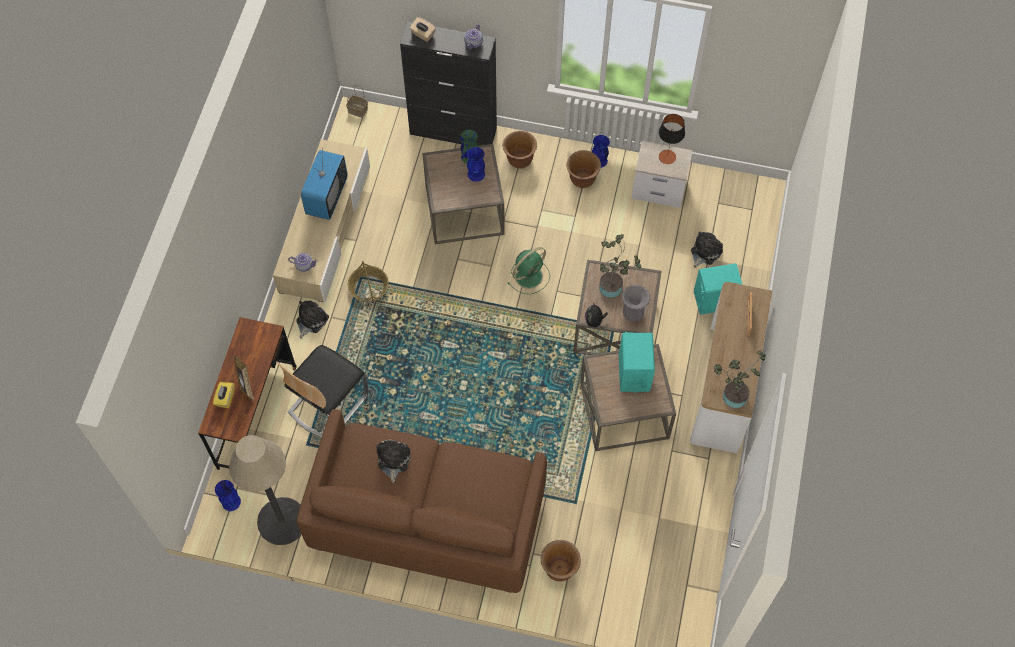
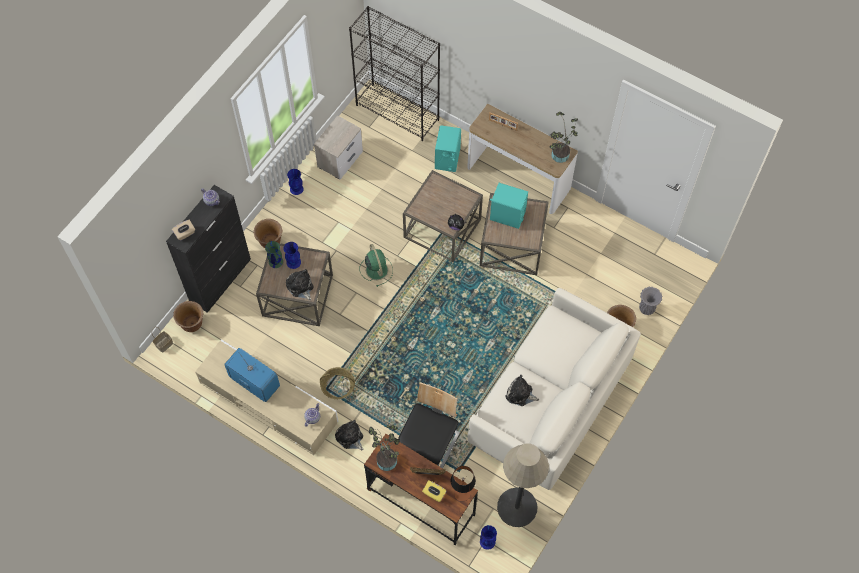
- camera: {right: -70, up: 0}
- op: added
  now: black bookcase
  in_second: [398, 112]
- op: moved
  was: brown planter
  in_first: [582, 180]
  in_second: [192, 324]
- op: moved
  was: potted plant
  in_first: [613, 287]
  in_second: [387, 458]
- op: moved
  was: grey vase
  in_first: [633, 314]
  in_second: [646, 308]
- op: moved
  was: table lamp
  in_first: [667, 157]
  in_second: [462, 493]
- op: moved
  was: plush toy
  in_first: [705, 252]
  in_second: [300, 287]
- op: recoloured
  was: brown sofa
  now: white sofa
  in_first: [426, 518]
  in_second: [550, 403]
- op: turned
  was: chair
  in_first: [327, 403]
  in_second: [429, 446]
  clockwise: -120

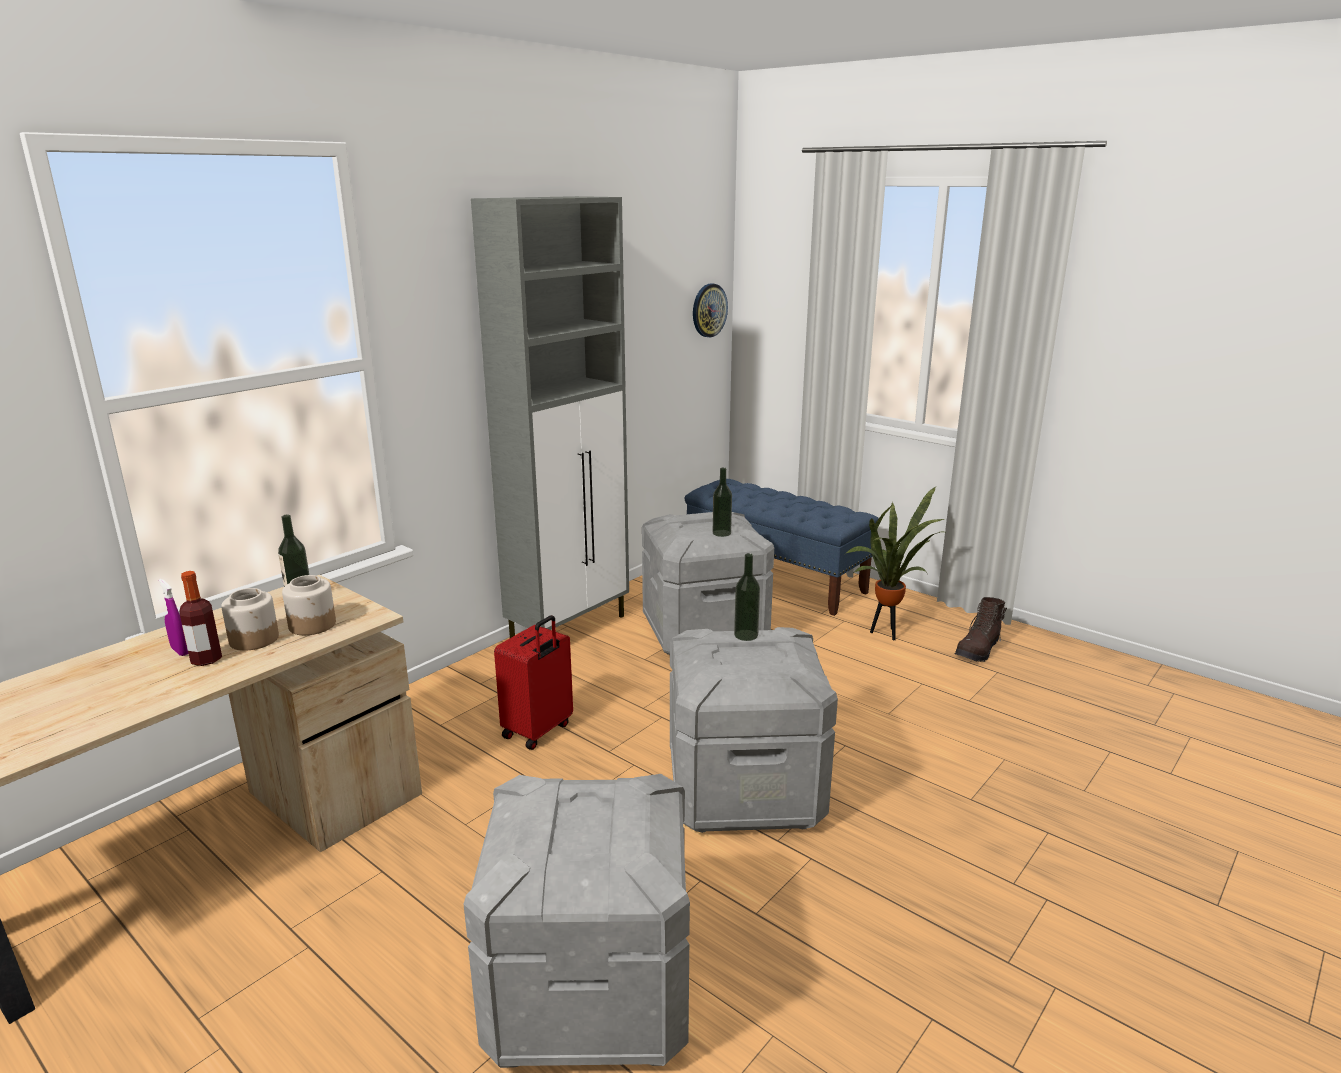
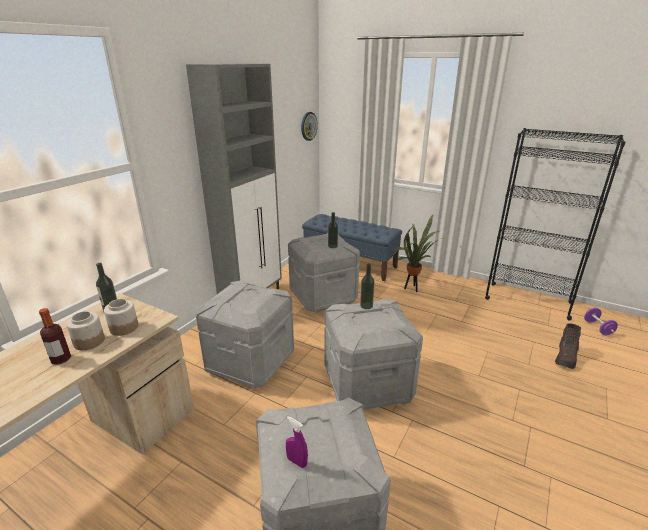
- camera: {right: -10, up: 5}
- op: added
  now: black bookcase
  in_second: [527, 300]
- op: added
  now: purple dumbbell
  in_second: [598, 328]
- op: moved
  was: purple spray bottle
  in_first: [180, 651]
  in_second: [297, 462]
- op: moved
  was: brown boot
  in_first: [978, 650]
  in_second: [565, 358]
- op: replaced
  was: red suitcase
  now: grey storage box
  in_first: [538, 731]
  in_second: [250, 362]

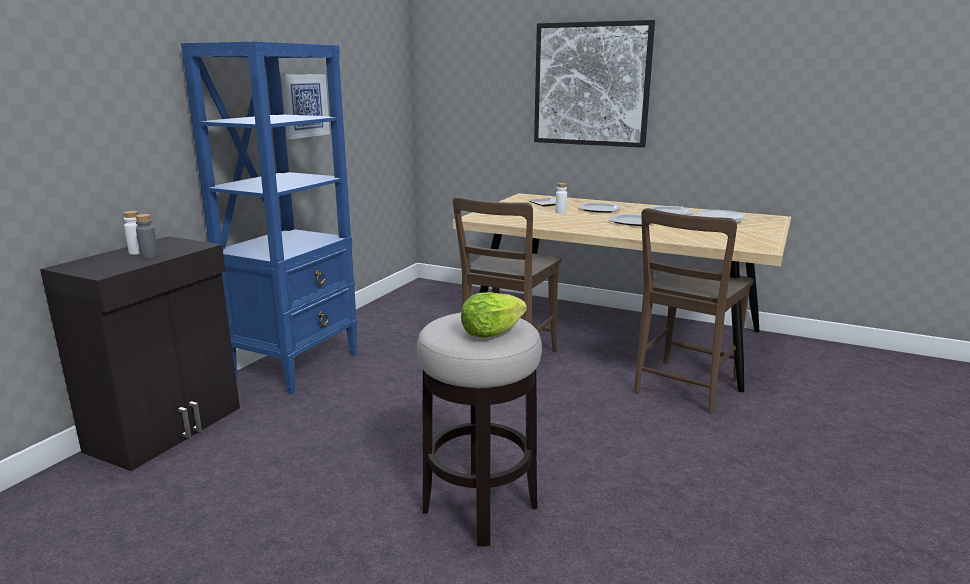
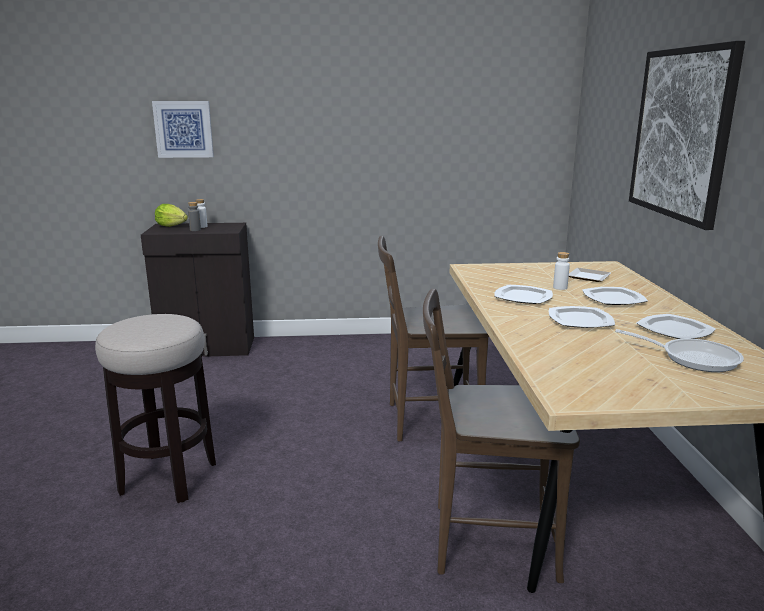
- camera: {right: 60, up: 0}
- op: removed
  was: blue bookcase
  in_first: [297, 365]
- op: added
  now: plate
  in_second: [522, 296]
- op: moved
  was: picture
  in_first: [304, 105]
  in_second: [183, 129]
- op: moved
  was: lettuce
  in_first: [491, 333]
  in_second: [171, 226]

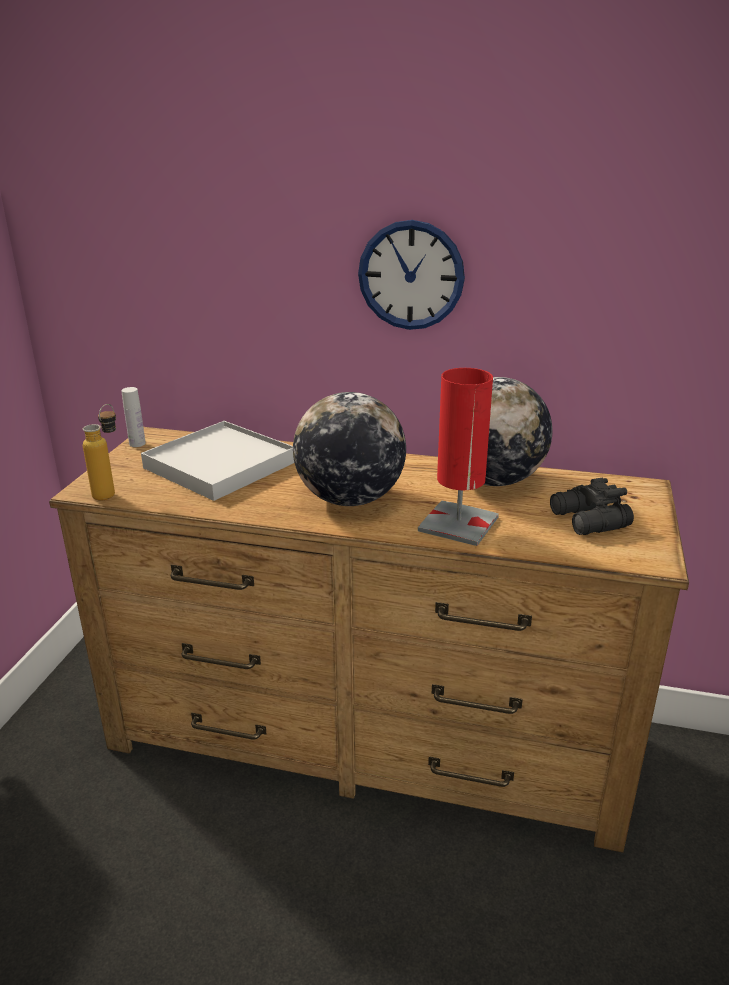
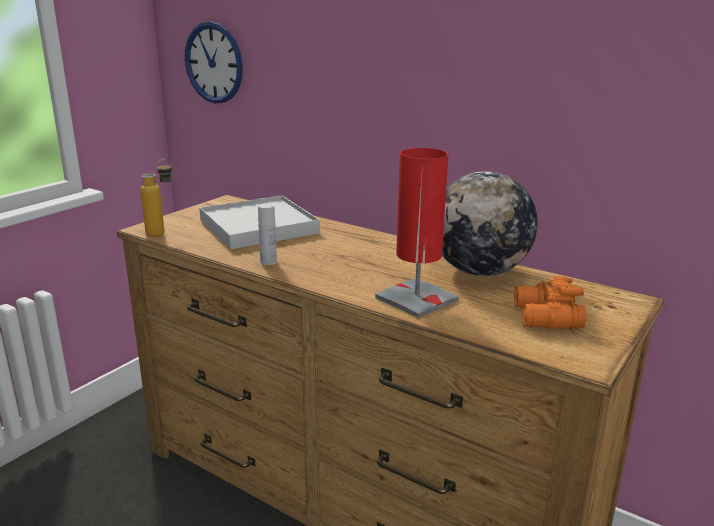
- camera: {right: 20, up: -5}
- op: removed
  was: globe
  in_first: [350, 499]
- op: moved
  was: white bottle
  in_first: [137, 443]
  in_second: [268, 262]
- op: moved
  was: wall clock
  in_first: [411, 275]
  in_second: [214, 63]
- op: recoloured
  was: black binoculars
  now: orange binoculars
  in_first: [588, 521]
  in_second: [545, 317]

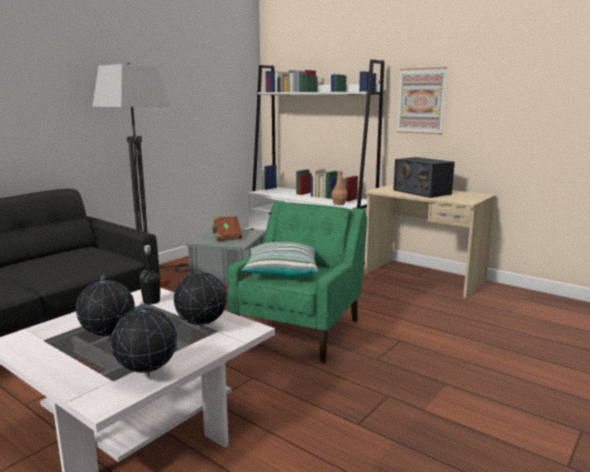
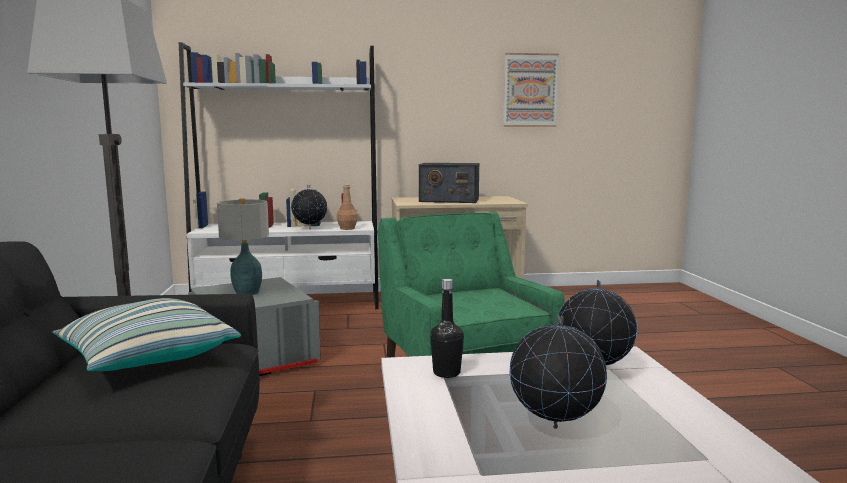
- camera: {right: -45, up: -5}
- op: moved
  was: globe
  in_first: [147, 376]
  in_second: [310, 229]
- op: moved
  was: pillow
  in_first: [281, 272]
  in_second: [147, 359]
- op: moved
  was: picture
  in_first: [421, 101]
  in_second: [530, 90]
- op: replaced
  was: brown book
  now: table lamp
  in_first: [226, 236]
  in_second: [247, 293]

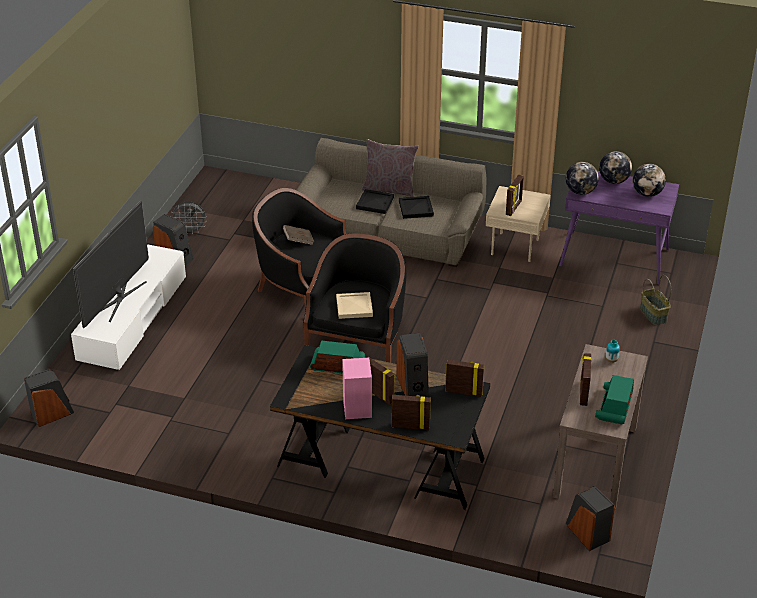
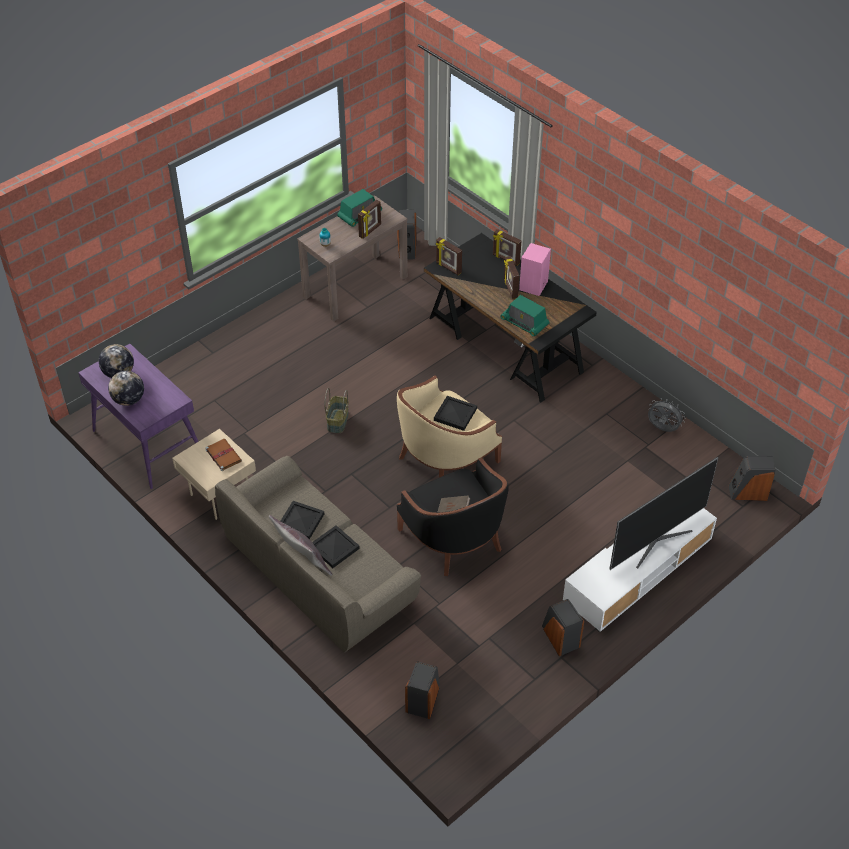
- camera: {right: -150, up: 10}
- op: removed
  was: globe
  in_first: [580, 192]
- op: moved
  was: grey fan
  in_first: [190, 231]
  in_second: [662, 429]
- op: moved
  was: speaker
  in_first: [413, 386]
  in_second: [423, 699]
- op: moved
  was: basket
  in_first: [654, 314]
  in_second: [337, 421]
- op: replaced
  was: picture frame
  now: brown book
  in_first: [514, 208]
  in_second: [223, 455]
- op: recoloured
  was: black armchair
  now: beige armchair
  in_first: [358, 339]
  in_second: [444, 456]
- op: recoloured
  was: beige tray
  now: black tray
  in_first: [353, 307]
  in_second: [456, 414]

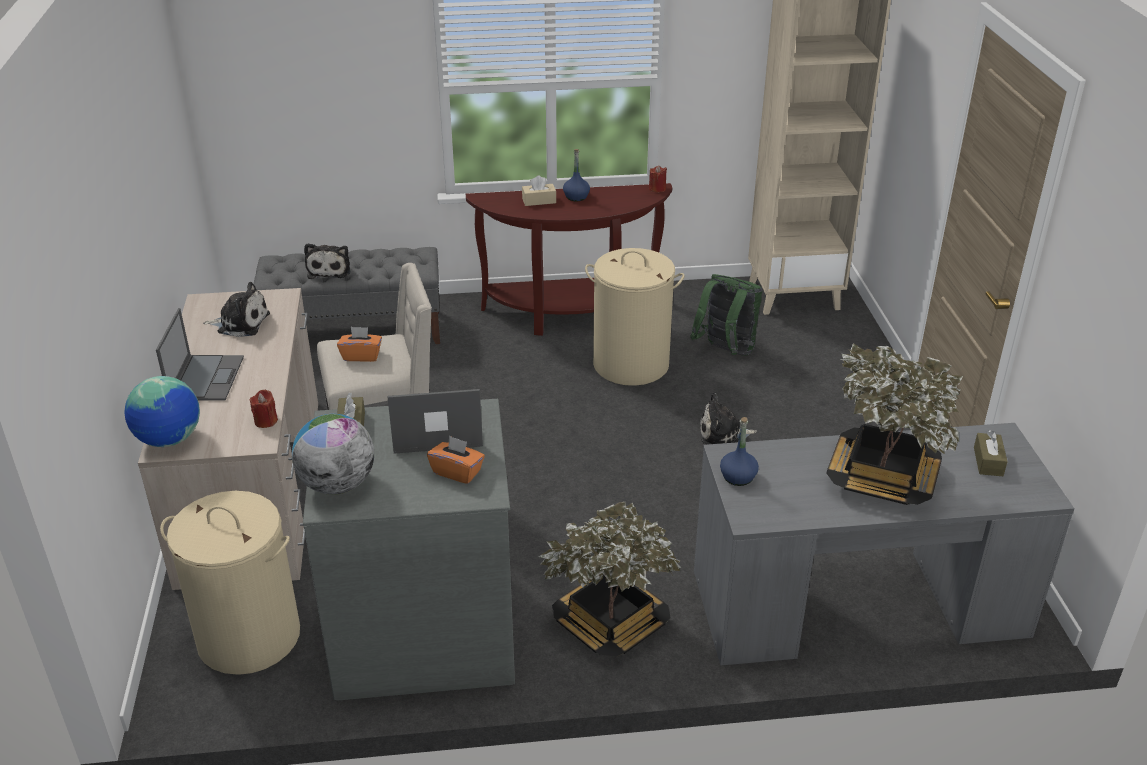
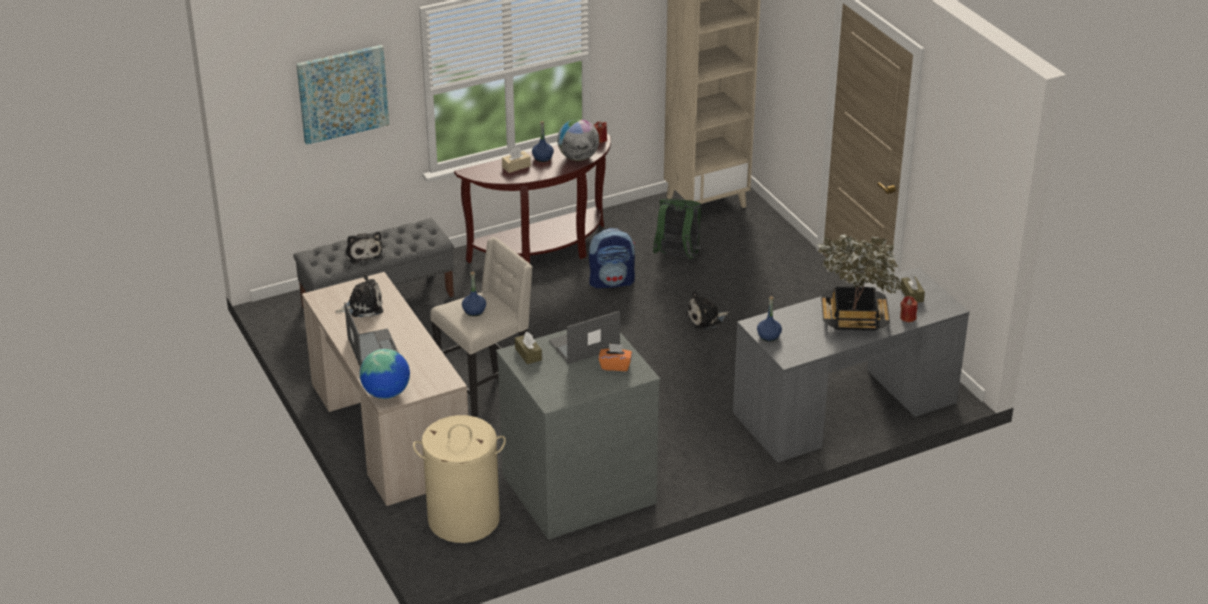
- camera: {right: -20, up: 0}
- op: removed
  was: potted plant
  in_first: [611, 624]
- op: added
  now: picture
  in_second: [342, 93]
- op: moved
  was: red candle
  in_first: [266, 421]
  in_second: [907, 317]
- op: moved
  was: globe
  in_first: [337, 485]
  in_second: [578, 157]
- op: replaced
  was: orange tissue box
  now: blue bottle
  in_first: [361, 356]
  in_second: [474, 311]
- op: replaced
  was: beige laundry basket
  now: backpack
  in_first: [631, 364]
  in_second: [612, 282]

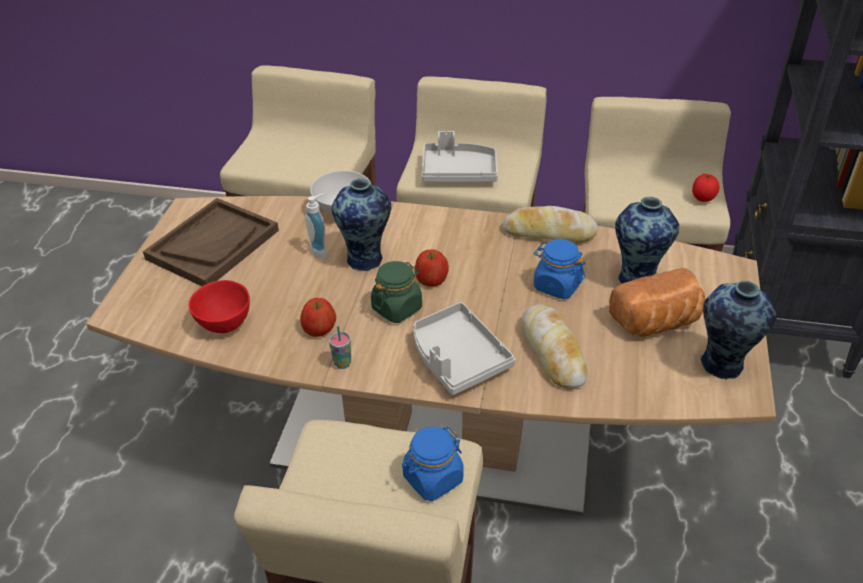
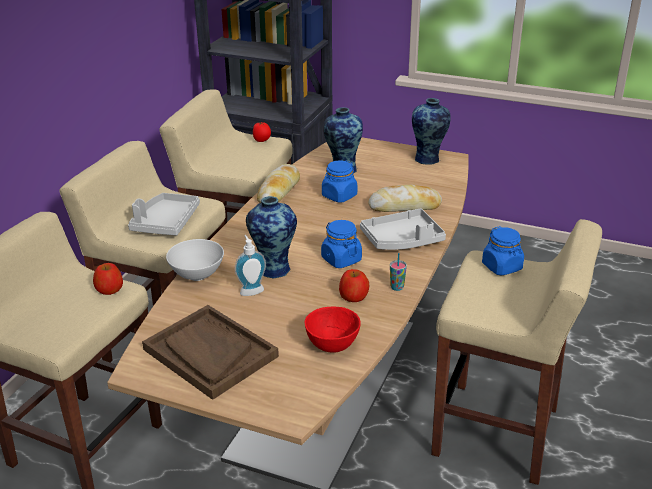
- camera: {right: -80, up: -10}
- op: removed
  was: bread
  in_first: [657, 323]
- op: moved
  was: apple
  in_first: [431, 278]
  in_second: [109, 289]
- op: recoloured
  was: green jar
  now: blue jar
  in_first: [397, 308]
  in_second: [341, 259]

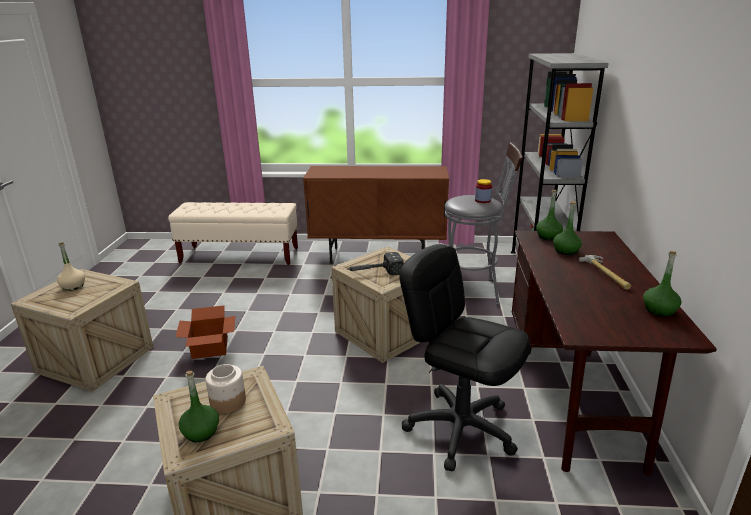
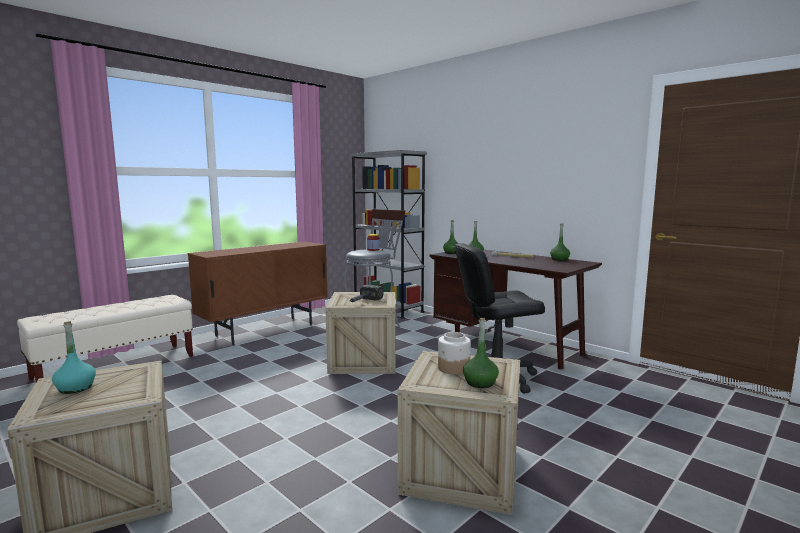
- camera: {right: -50, up: -15}
- op: removed
  was: cardboard box
  in_first: [209, 348]
- op: recoloured
  was: beige bottle
  now: turquoise bottle
  in_first: [73, 286]
  in_second: [75, 388]

